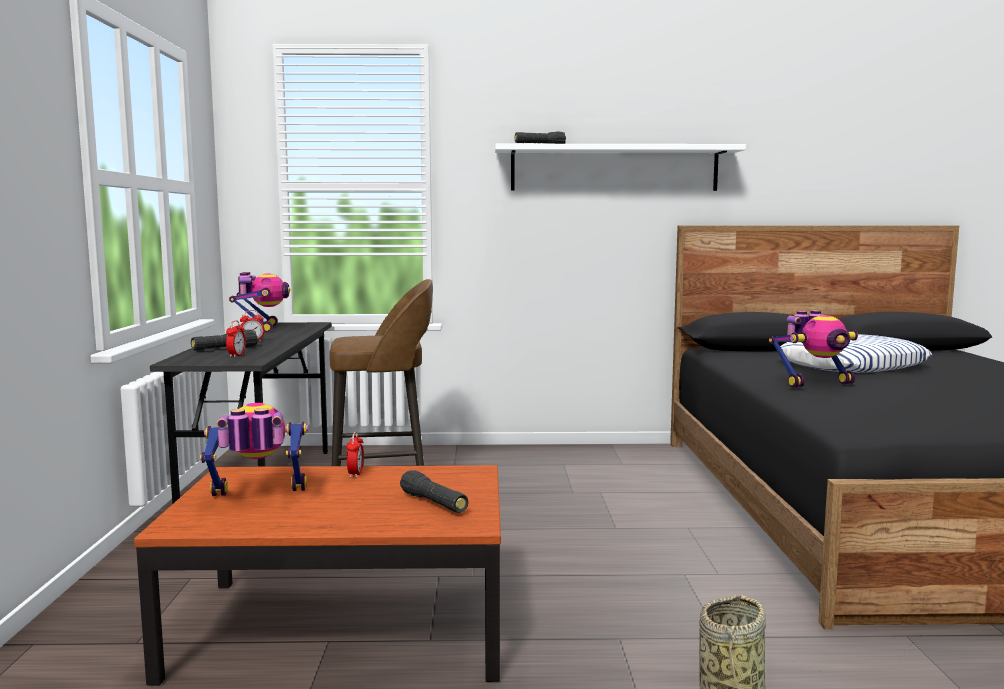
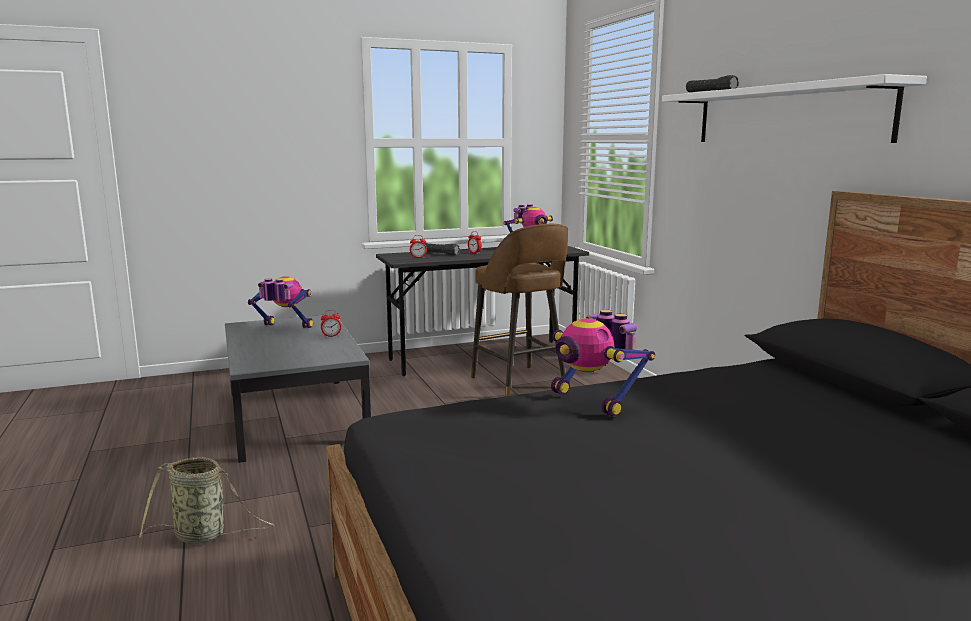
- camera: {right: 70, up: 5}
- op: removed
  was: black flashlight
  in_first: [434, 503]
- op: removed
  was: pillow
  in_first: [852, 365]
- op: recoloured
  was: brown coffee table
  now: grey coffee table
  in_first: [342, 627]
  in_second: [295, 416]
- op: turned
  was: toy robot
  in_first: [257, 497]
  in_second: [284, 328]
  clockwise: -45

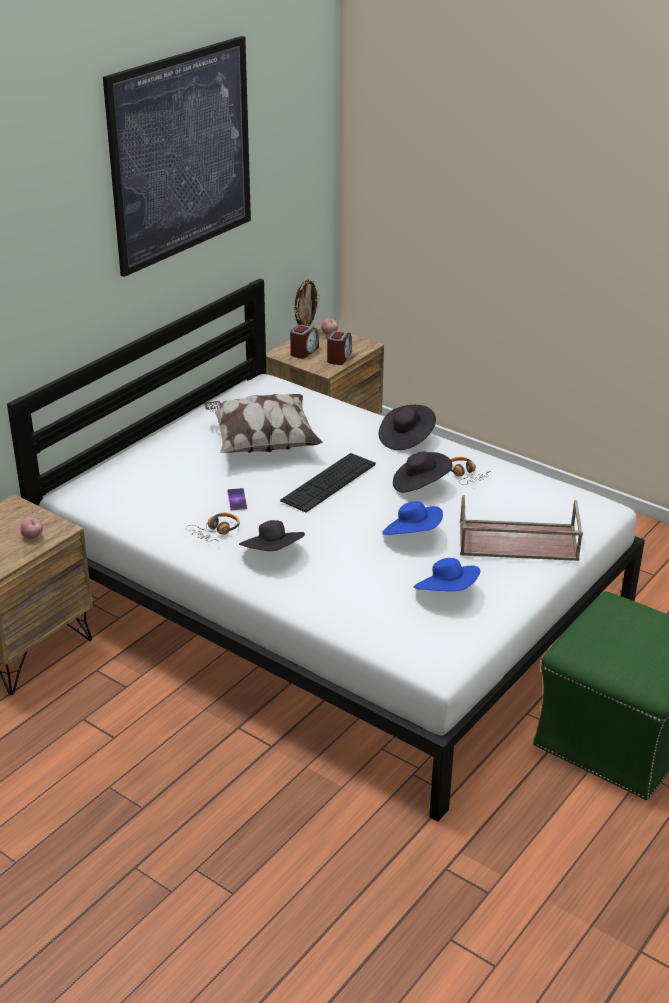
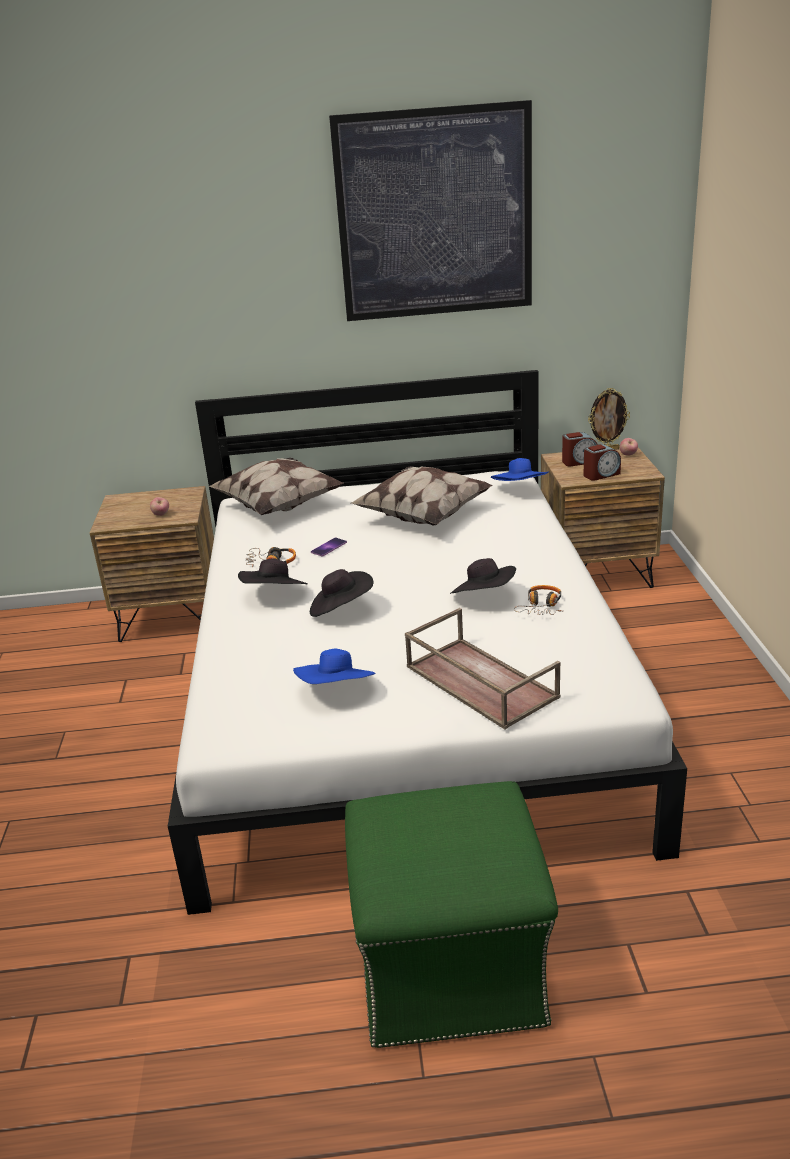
- camera: {right: 50, up: -5}
- op: removed
  was: keyboard
  in_first: [329, 482]
- op: added
  now: pillow
  in_second: [279, 506]
- op: moved
  was: black hat
  in_first: [406, 439]
  in_second: [341, 609]
- op: moved
  was: blue hat
  in_first: [412, 535]
  in_second: [520, 490]

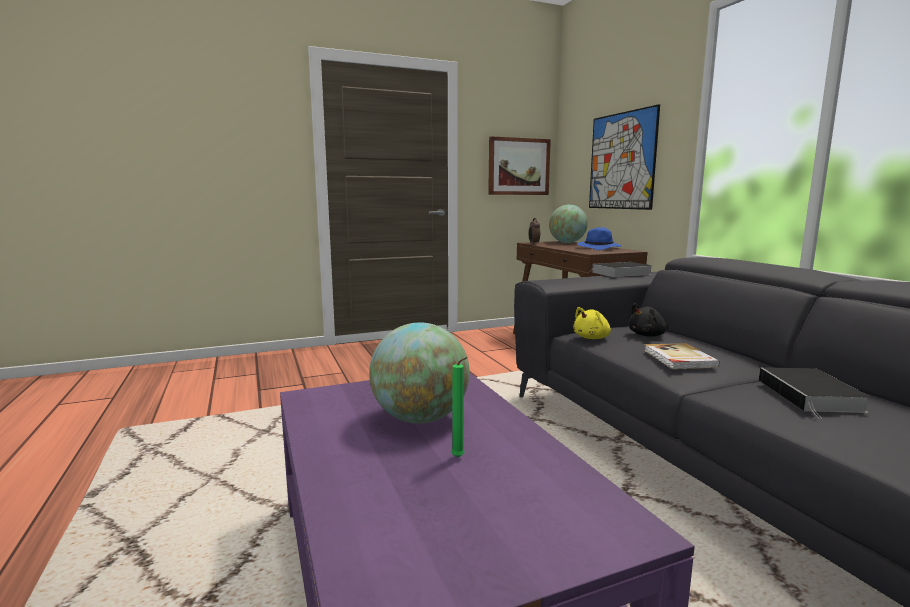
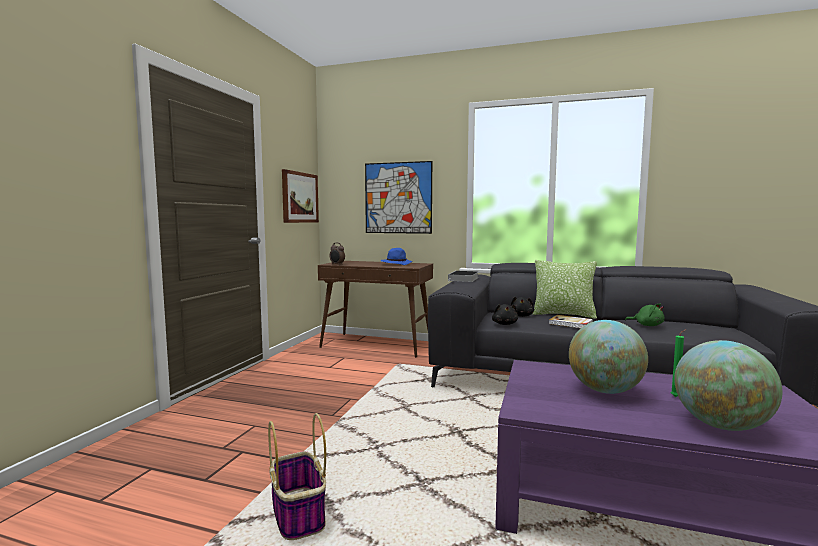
- camera: {right: -50, up: -5}
- op: added
  now: basket
  in_second: [297, 514]
- op: added
  now: pillow
  in_second: [563, 315]
- op: moved
  was: globe
  in_first: [567, 242]
  in_second: [721, 426]
- op: replaced
  was: book
  now: green plush toy
  in_first: [812, 396]
  in_second: [647, 325]
- op: recoloured
  was: yellow plush toy
  now: black plush toy
  in_first: [592, 338]
  in_second: [504, 324]

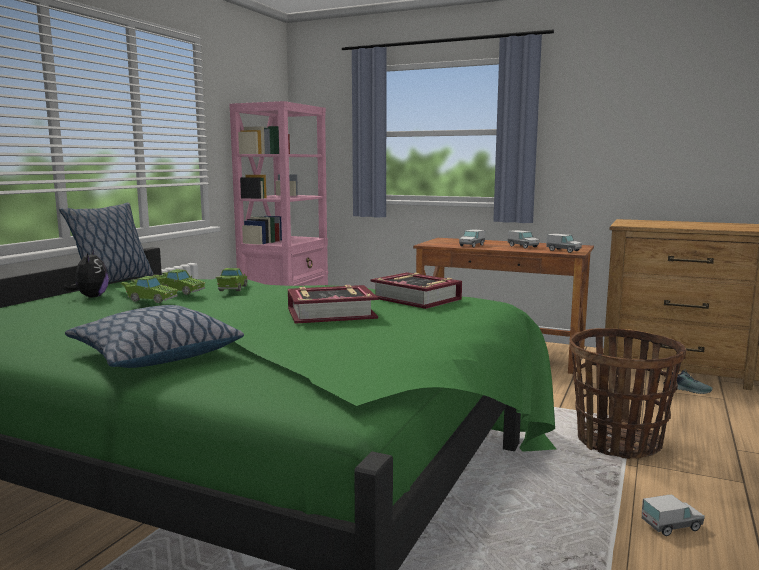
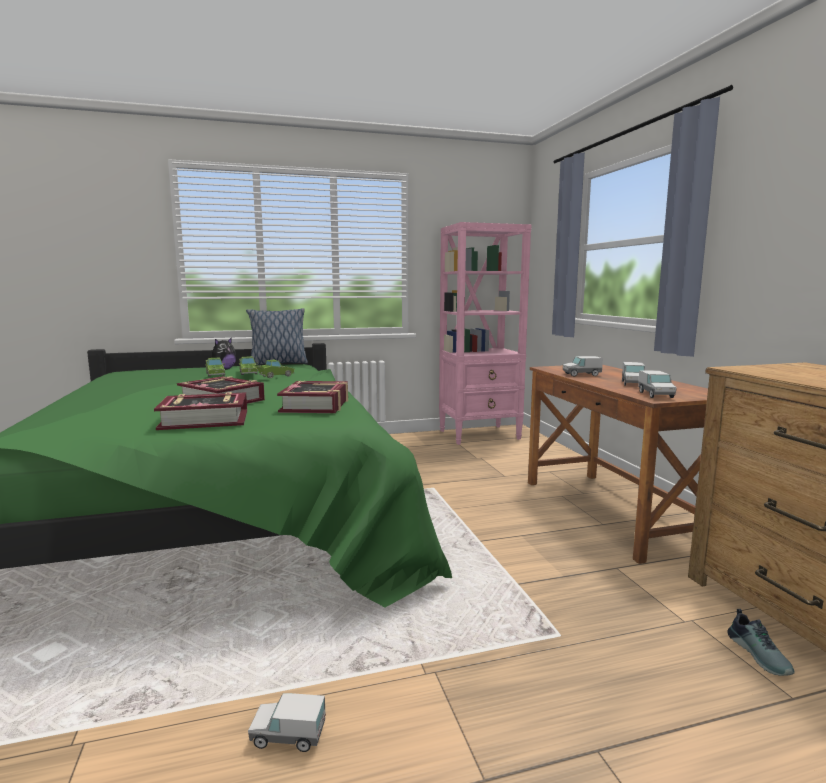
- camera: {right: 50, up: 0}
- op: removed
  was: pillow
  in_first: [154, 355]
- op: removed
  was: basket
  in_first: [618, 442]
- op: added
  now: book
  in_second: [205, 420]
- op: turned
  was: toy truck
  in_first: [671, 526]
  in_second: [288, 736]
  clockwise: 150

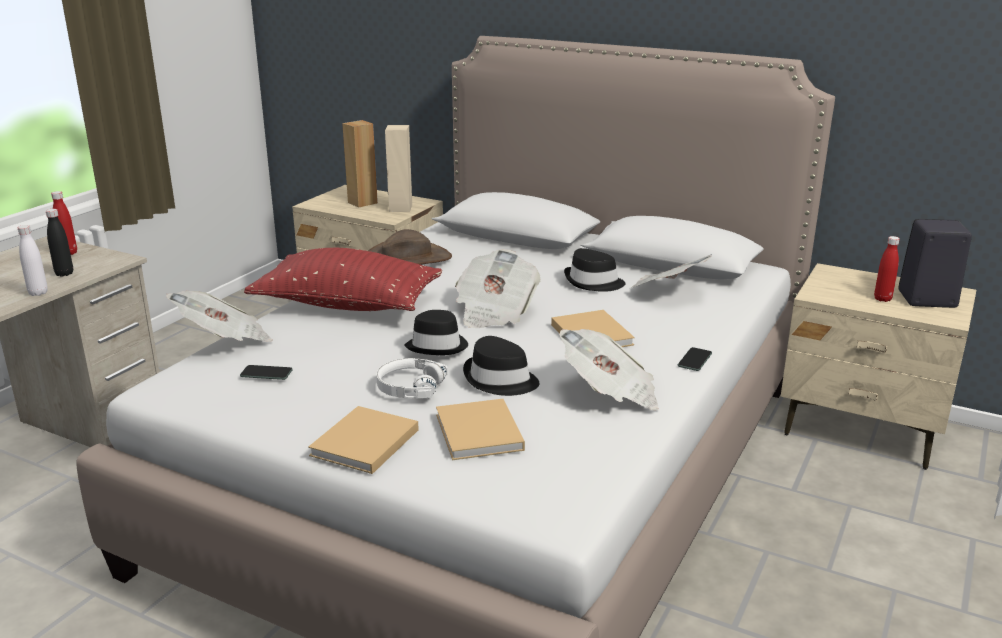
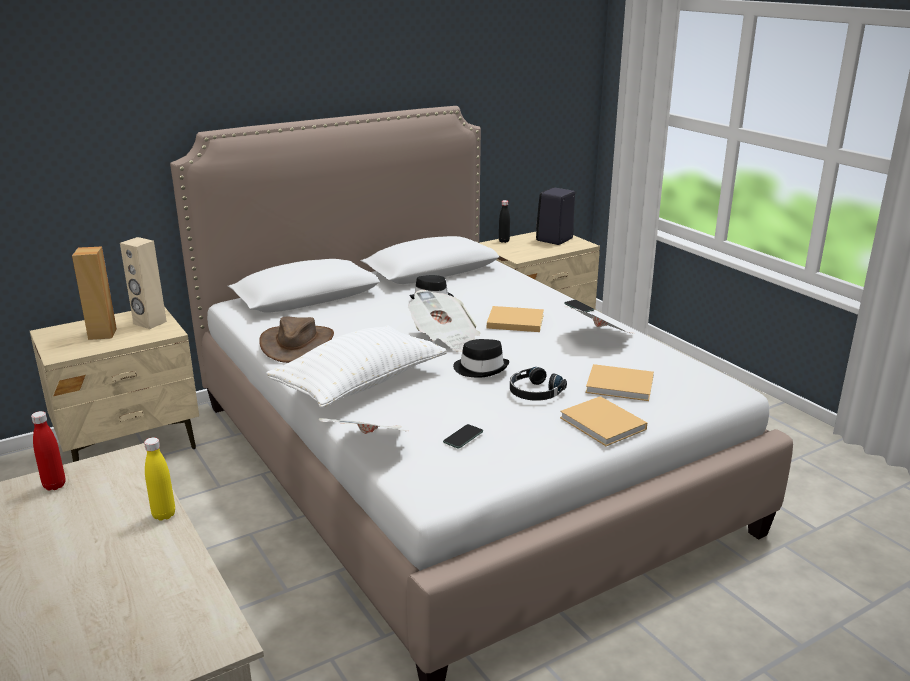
- camera: {right: -60, up: 0}
- op: removed
  was: black hat
  in_first: [500, 380]
- op: removed
  was: newspaper
  in_first: [667, 292]
- op: removed
  was: red bottle
  in_first: [882, 299]
- op: moved
  was: black bottle
  in_first: [64, 273]
  in_second: [504, 241]
- op: recoloured
  was: white bottle
  now: yellow bottle
  in_first: [38, 293]
  in_second: [164, 515]
- op: recoloured
  was: red pillow
  now: white pillow
  in_first: [348, 305]
  in_second: [360, 384]
- op: recoloured
  was: white headphones
  now: black headphones
  in_first: [410, 387]
  in_second: [534, 392]

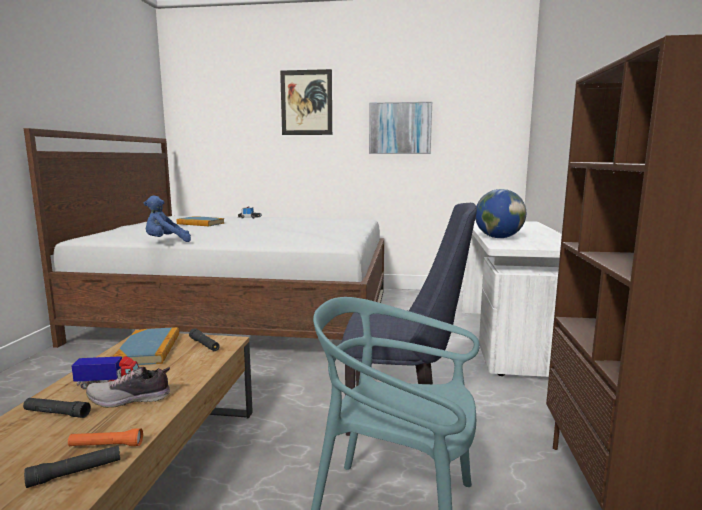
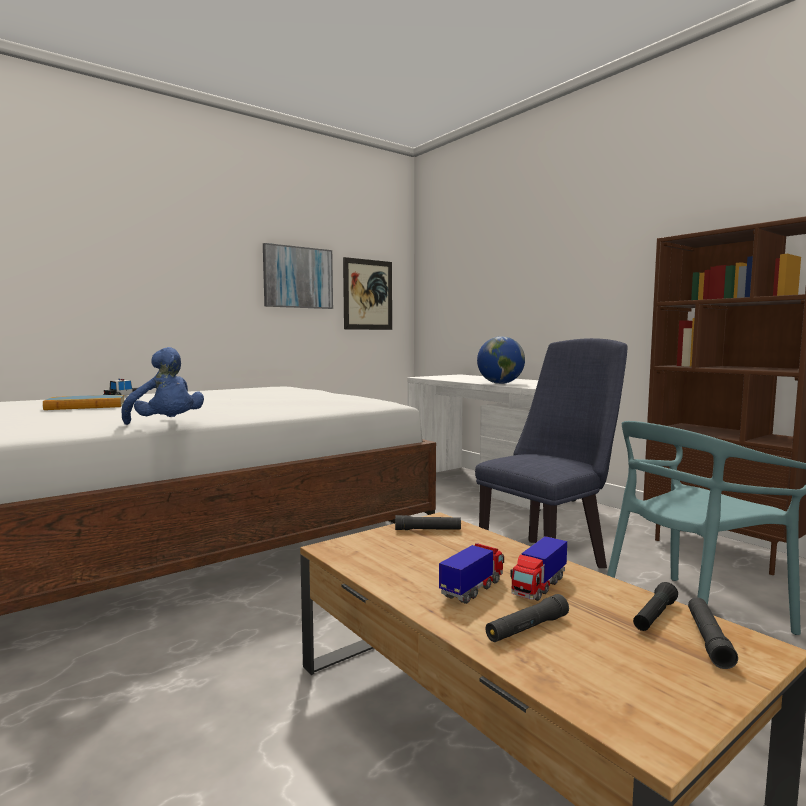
- camera: {right: -45, up: -5}
- op: removed
  was: book
  in_first: [149, 350]
- op: moved
  was: picture
  in_first: [306, 102]
  in_second: [368, 294]
- op: replaced
  was: shoe
  now: toy truck
  in_first: [130, 399]
  in_second: [539, 586]
- op: recoloured
  was: orange flashlight
  now: black flashlight
  in_first: [106, 445]
  in_second: [654, 616]
- op: turned
  was: blue plush toy
  in_first: [166, 242]
  in_second: [166, 425]
  clockwise: -75

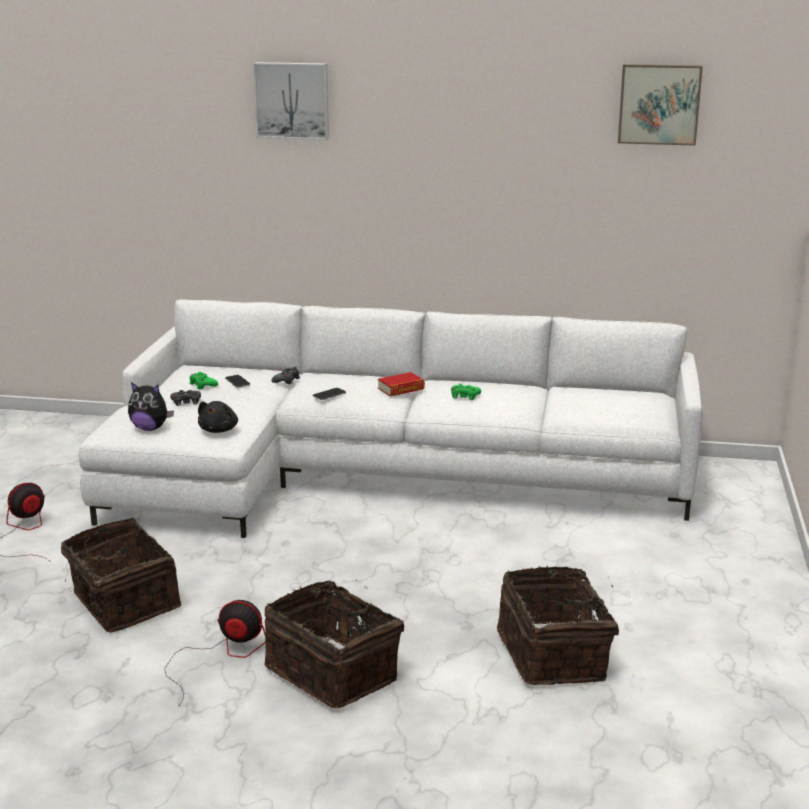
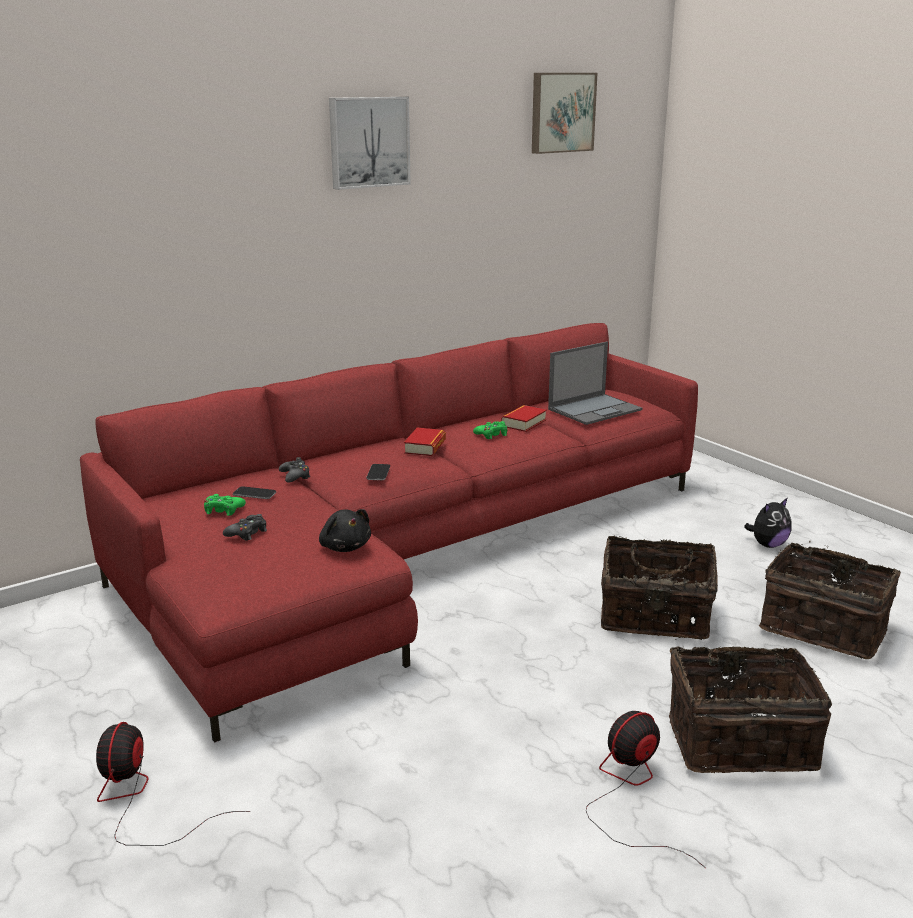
- camera: {right: -45, up: 0}
- op: added
  now: book
  in_second: [523, 423]
- op: added
  now: laptop
  in_second: [595, 409]
- op: moved
  was: basket
  in_first: [122, 602]
  in_second: [655, 616]
- op: moved
  was: plush toy
  in_first: [150, 428]
  in_second: [768, 545]
- op: moved
  was: picture
  in_first: [292, 100]
  in_second: [368, 142]
- op: recoloured
  was: white sofa
  now: red sofa
  in_first: [378, 476]
  in_second: [407, 552]

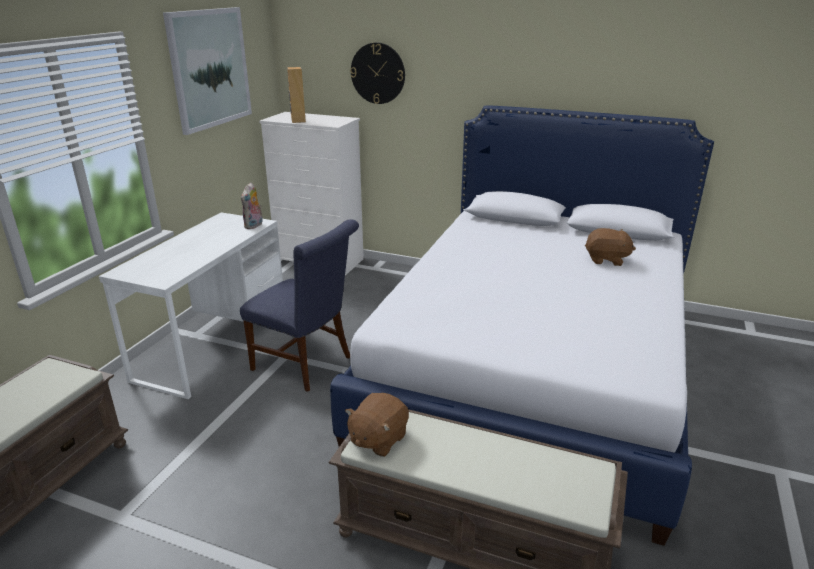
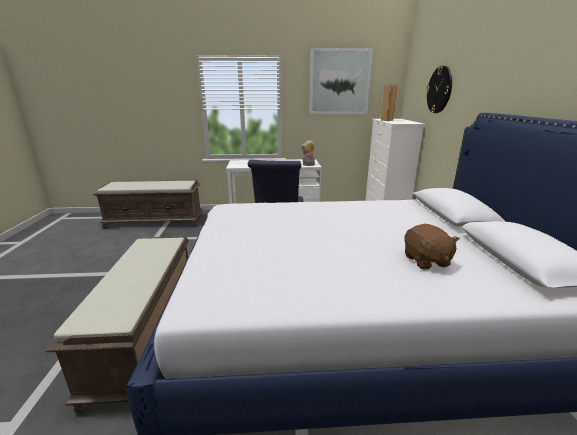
- camera: {right: 65, up: -5}
- op: removed
  was: brown plush toy
  in_first: [378, 439]

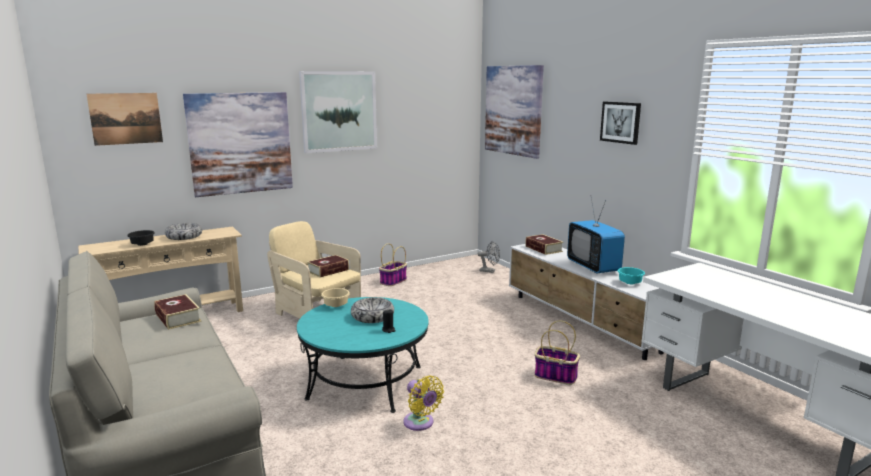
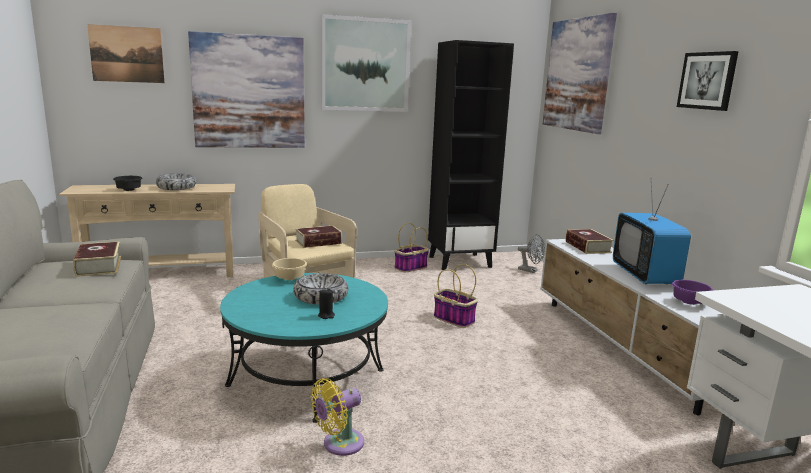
- camera: {right: 15, up: 0}
- op: added
  now: black bookcase
  in_second: [460, 261]
- op: moved
  was: basket
  in_first: [554, 376]
  in_second: [453, 319]
- op: recoloured
  was: turquoise bowl
  now: purple bowl
  in_first: [630, 283]
  in_second: [690, 303]
- op: turned
  was: yellow fan
  in_first: [420, 423]
  in_second: [339, 444]
  clockwise: 75

